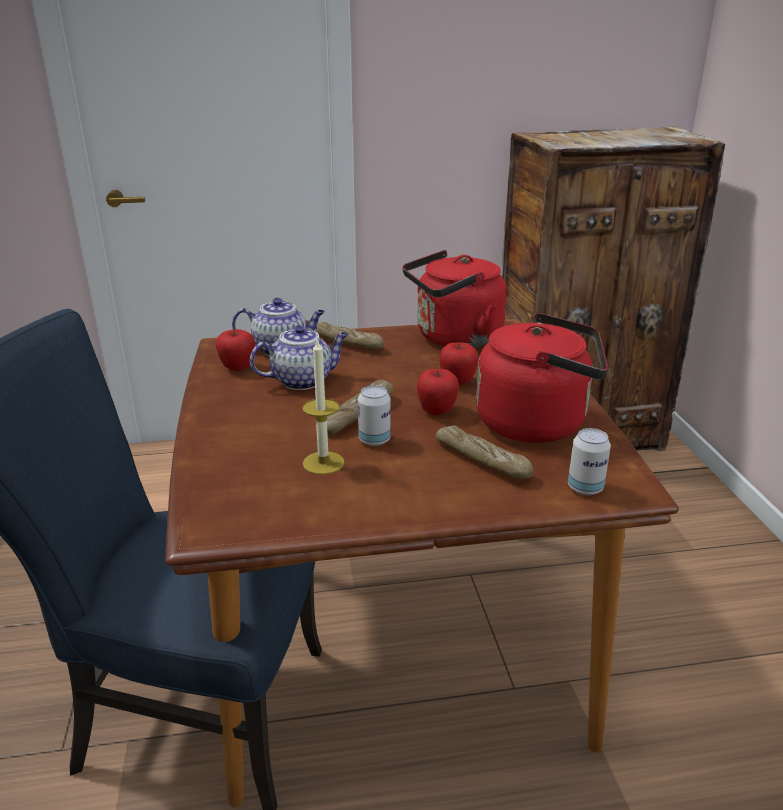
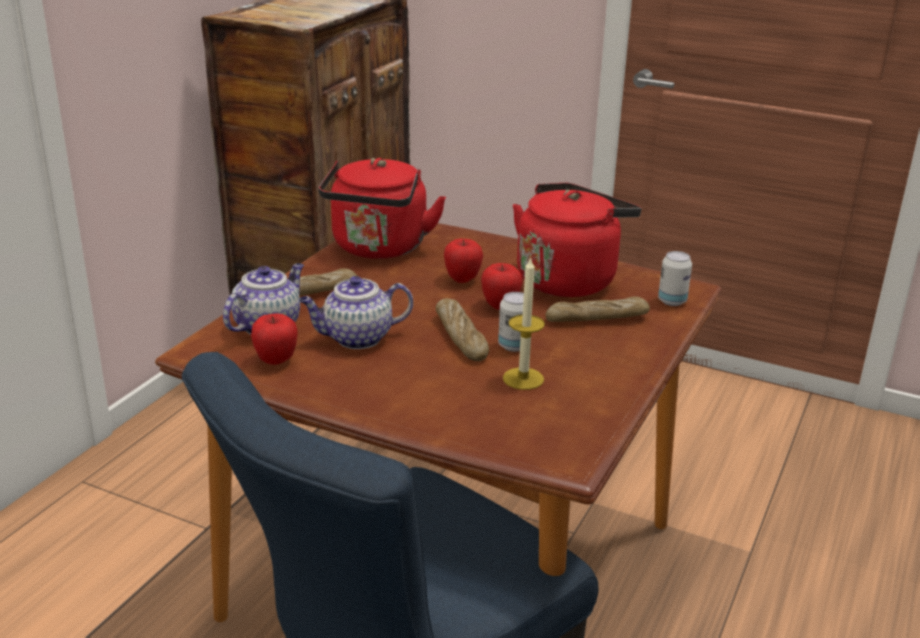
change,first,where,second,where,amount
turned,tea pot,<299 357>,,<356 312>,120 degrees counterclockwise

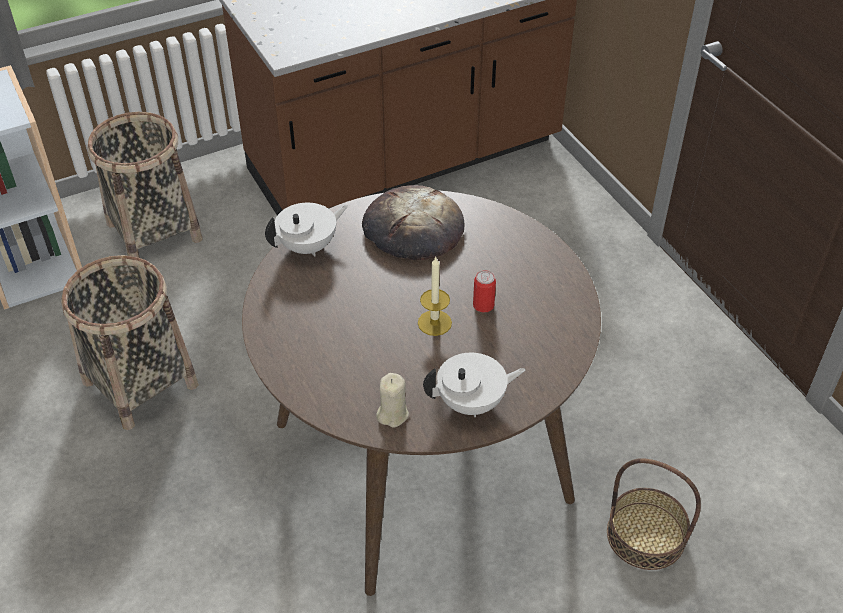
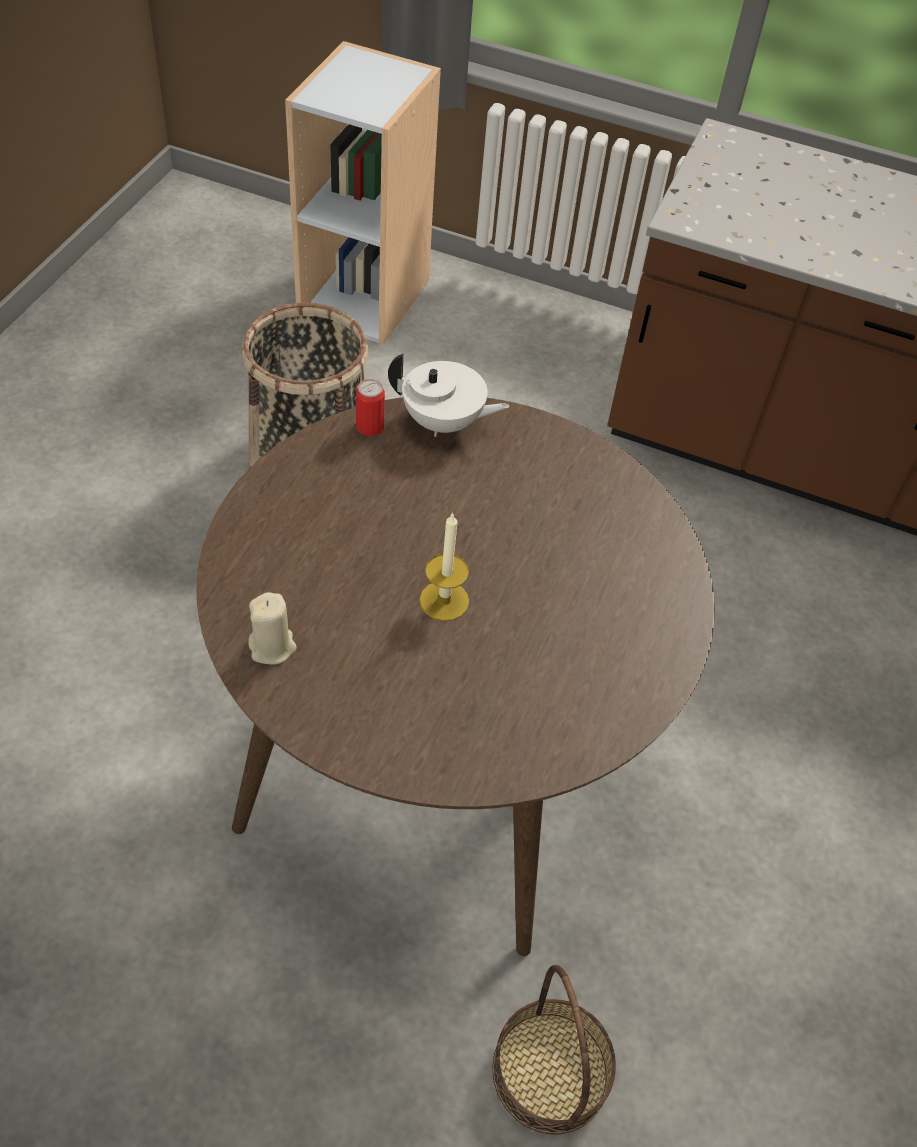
change,first,where,second,where,amount
removed,household basket,<144 185>,,,
removed,bread,<413 222>,,,
moved,can,<484 291>,,<370 407>,
removed,whitish tea pot,<474 385>,,,

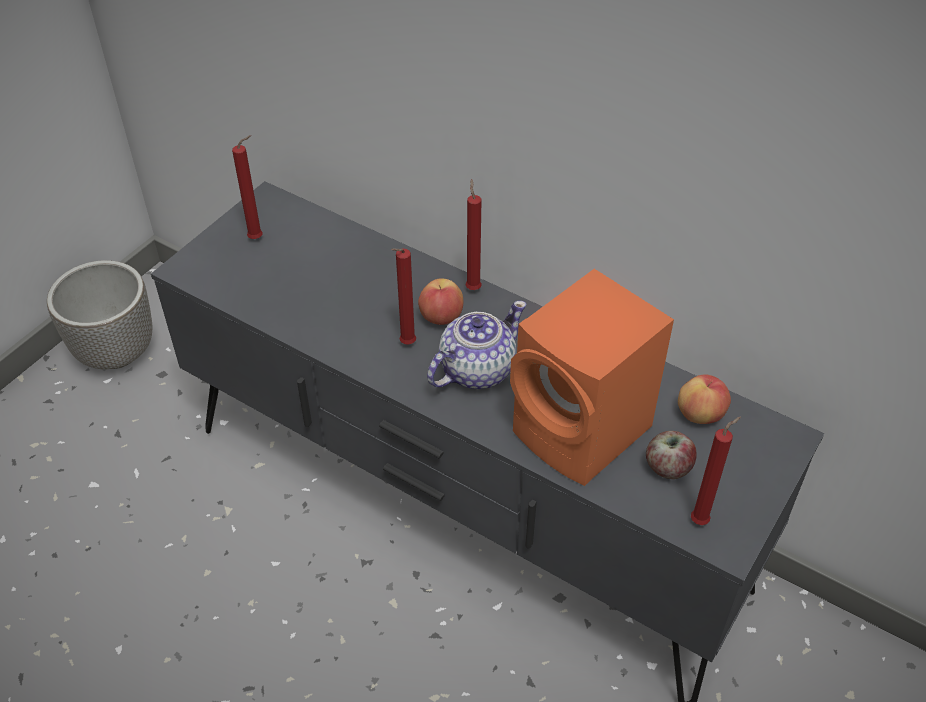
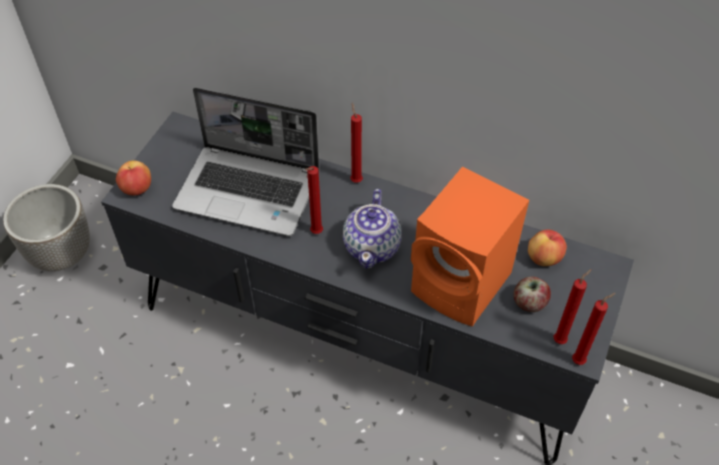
change,first,where,second,where,amount
moved,red candle,<247 187>,,<594 329>,
moved,whole apple,<440 301>,,<133 178>,
turned,tea pot,<476 345>,,<372 229>,150 degrees clockwise
added,,,notebook computer,<246 161>,

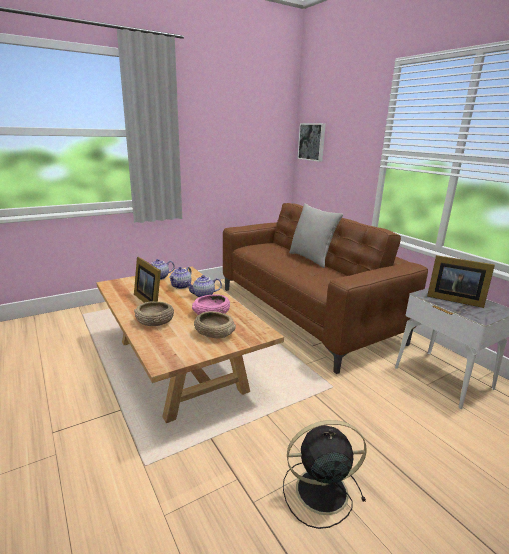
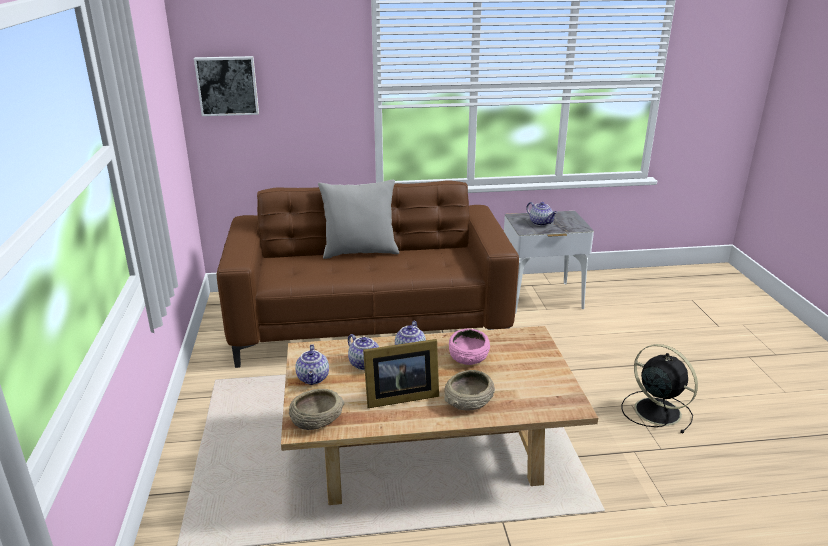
change,first,where,second,where,amount
replaced,standing frame,<461 281>,tea pot,<541 214>,
moved,beige-coloured bowl,<215 324>,,<316 409>,
turned,black-coloured cooling fan,<325 474>,,<660 388>,120 degrees clockwise

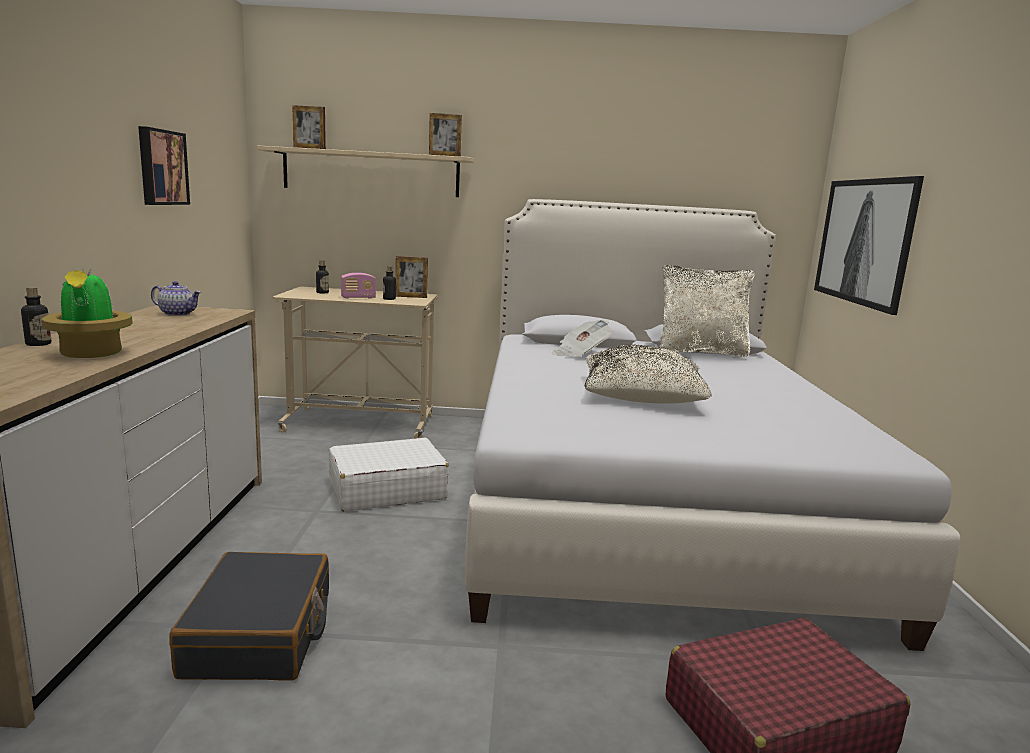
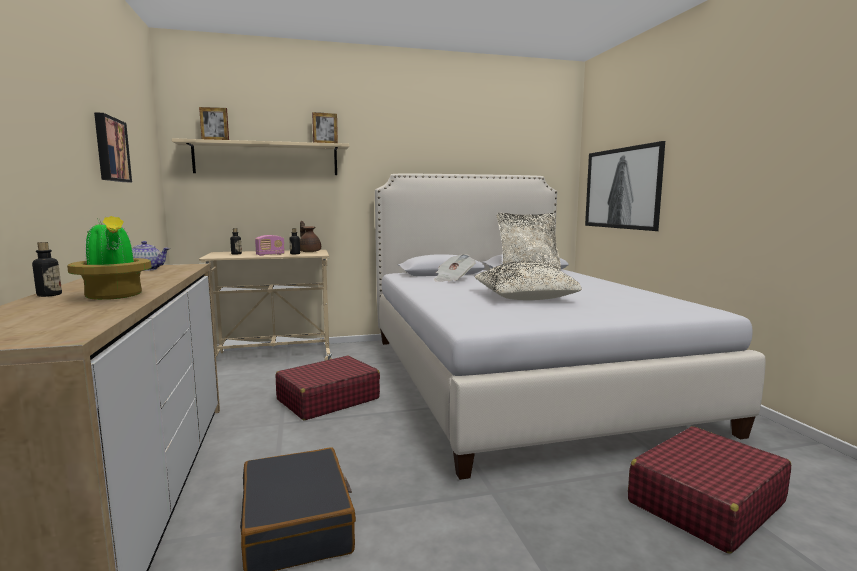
change,first,where,second,where,amount
replaced,standing frame,<412 277>,brown-coloured tea pot,<310 236>,
recoloured,whitish travel case,<389 475>,red travel case,<327 388>,

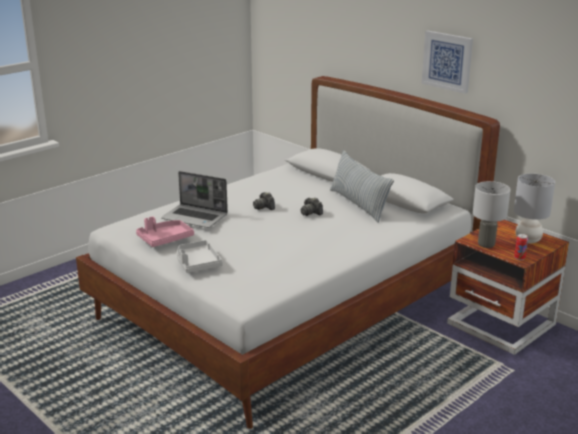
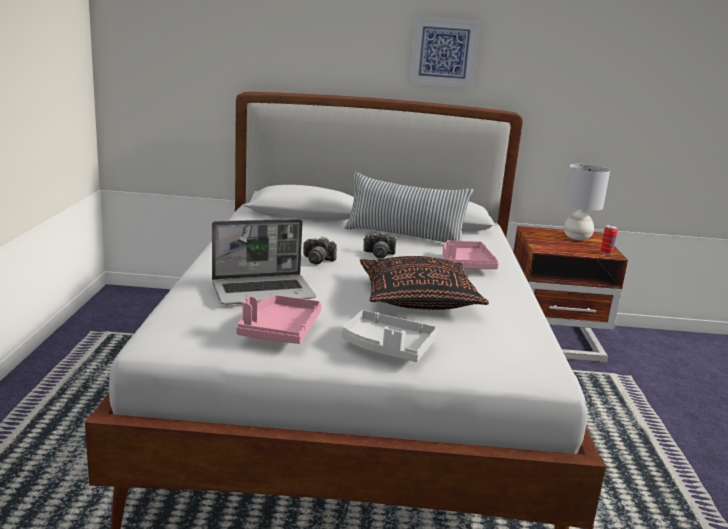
change,first,where,second,where,amount
removed,whitish lamp for a table,<492 214>,,,
added,,,pinkish serving tray,<471 254>,
added,,,black-coloured throw pillow,<424 283>,

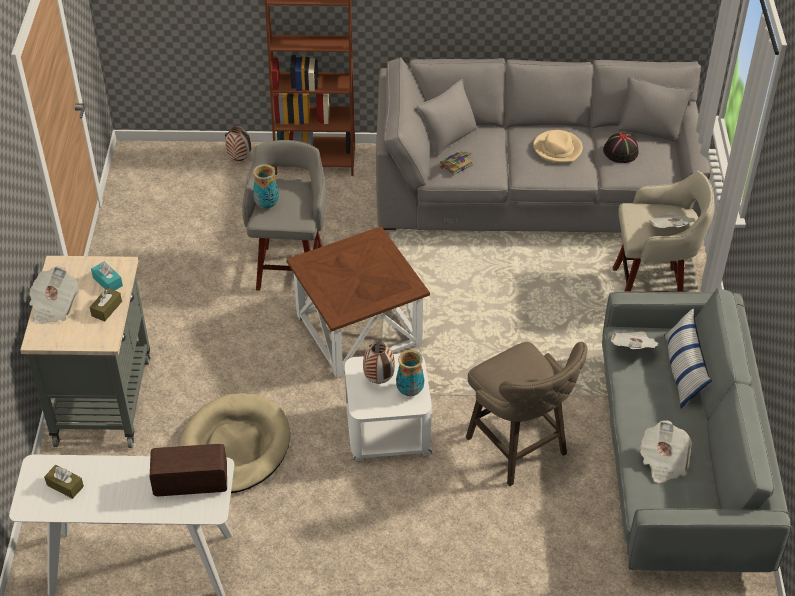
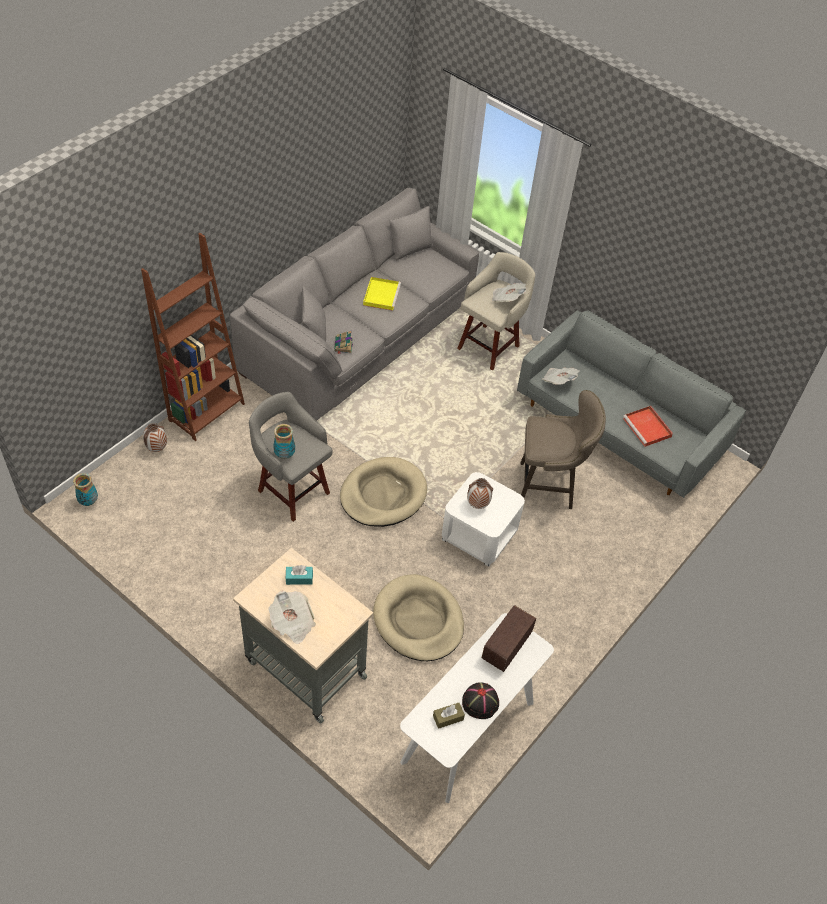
change,first,where,second,where,amount
replaced,beige-coloured hat,<558 146>,yellow-coloured serving tray,<382 294>,
moved,black-coloured hat,<621 148>,,<480 700>,
replaced,brown-coloured end table,<358 302>,beige-coloured pet bed,<383 492>,
removed,brown-coloured tissue holder,<106 304>,,,
removed,throw pillow,<688 358>,,,
moved,vase,<410 373>,,<85 489>,
replaced,printed paper,<665 451>,red serving tray,<648 426>,

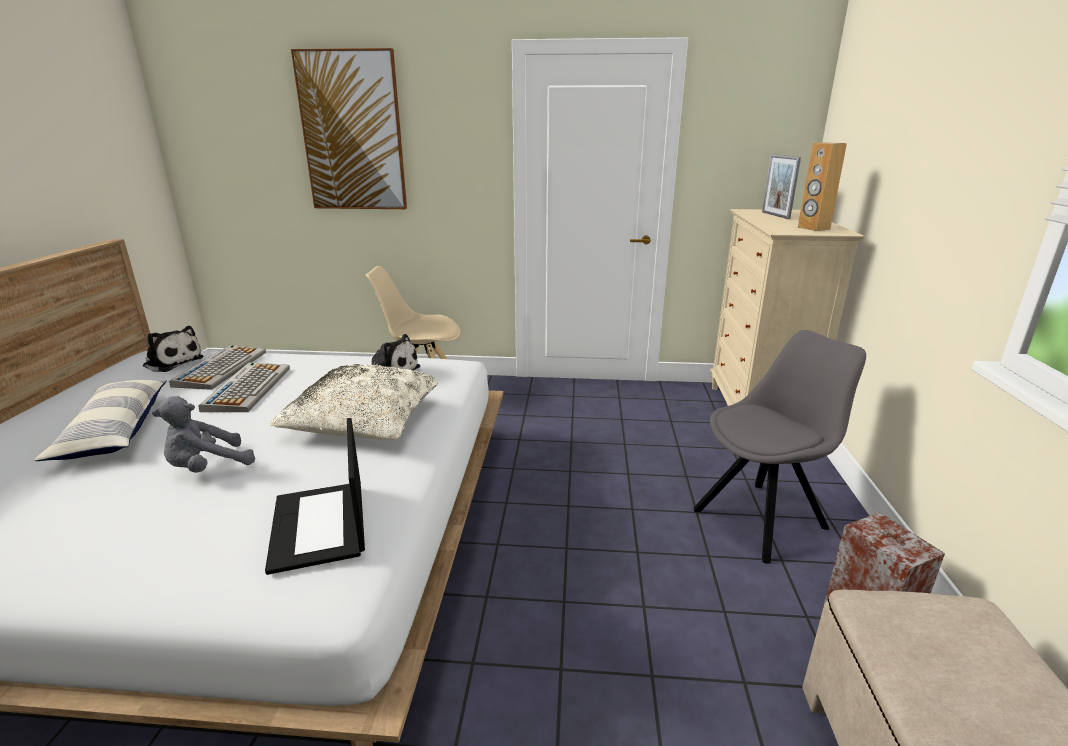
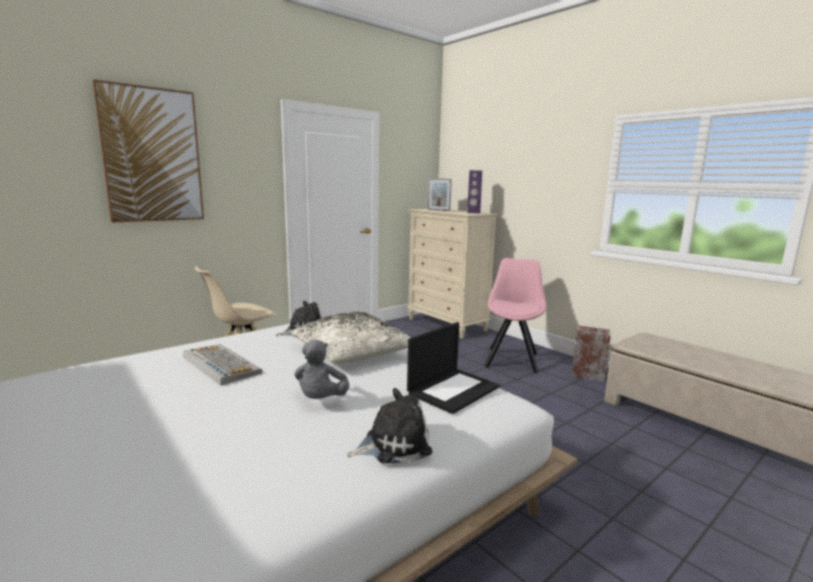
change,first,where,second,where,amount
recoloured,brown-coloured speaker,<822 186>,purplish speaker,<474 192>,
moved,cuddly toy,<173 349>,,<389 425>,
recoloured,grey chair,<780 447>,pinkish chair,<515 315>,
removed,keyboard,<217 367>,,,
removed,throw pillow,<100 420>,,,
turned,notebook computer,<315 496>,,<453 368>,75 degrees counterclockwise

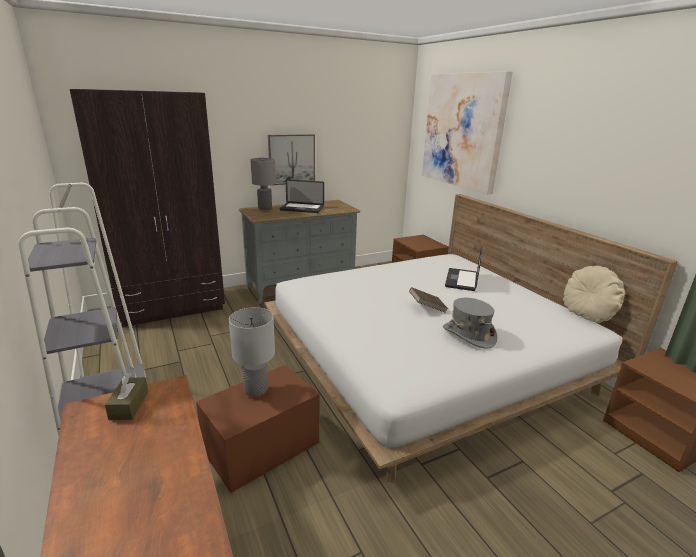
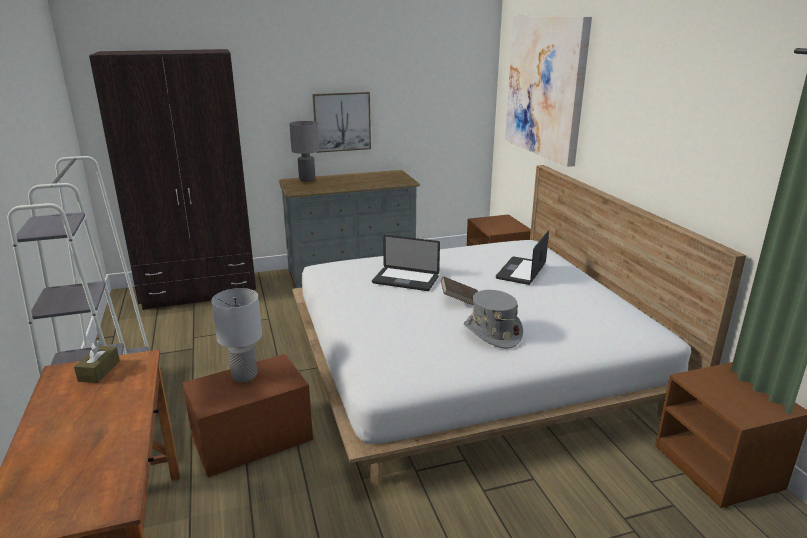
change,first,where,second,where,amount
moved,notebook computer,<302 196>,,<406 263>,
removed,beige-coloured throw pillow,<594 294>,,,

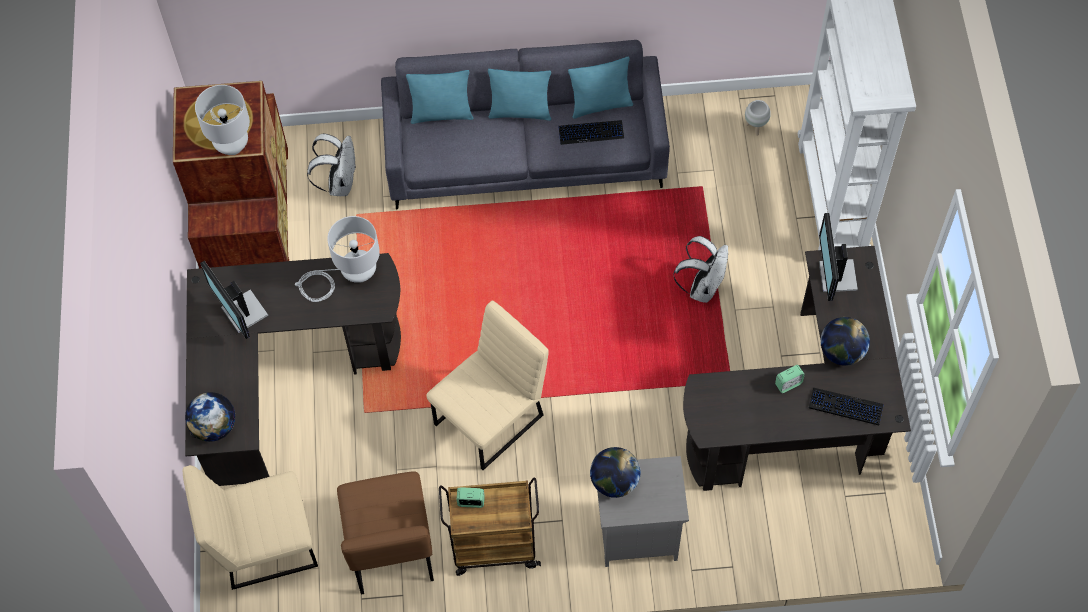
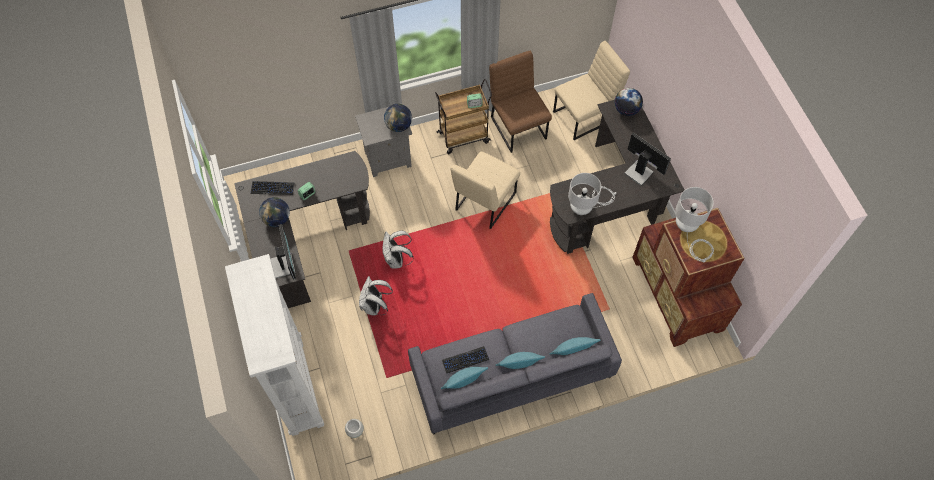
change,first,where,second,where,amount
moved,whitish knapsack,<332 165>,,<398 249>,

